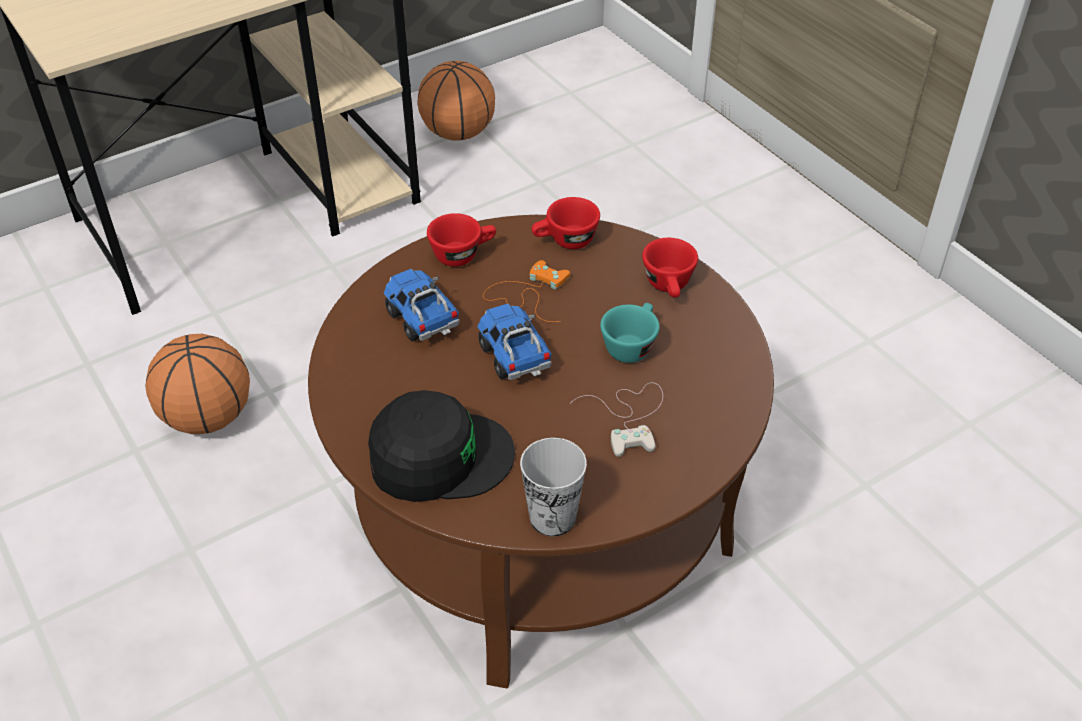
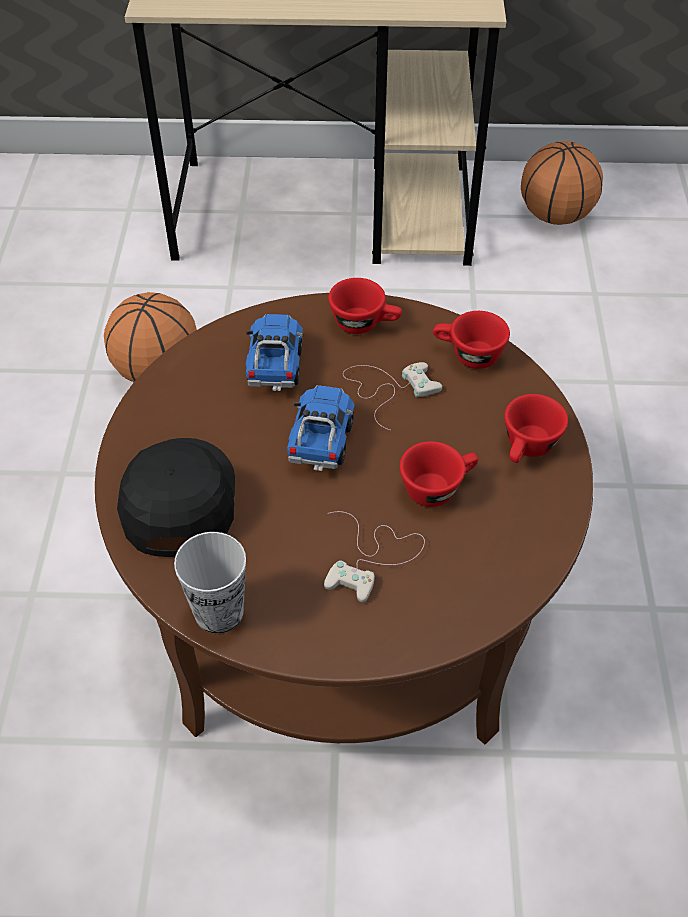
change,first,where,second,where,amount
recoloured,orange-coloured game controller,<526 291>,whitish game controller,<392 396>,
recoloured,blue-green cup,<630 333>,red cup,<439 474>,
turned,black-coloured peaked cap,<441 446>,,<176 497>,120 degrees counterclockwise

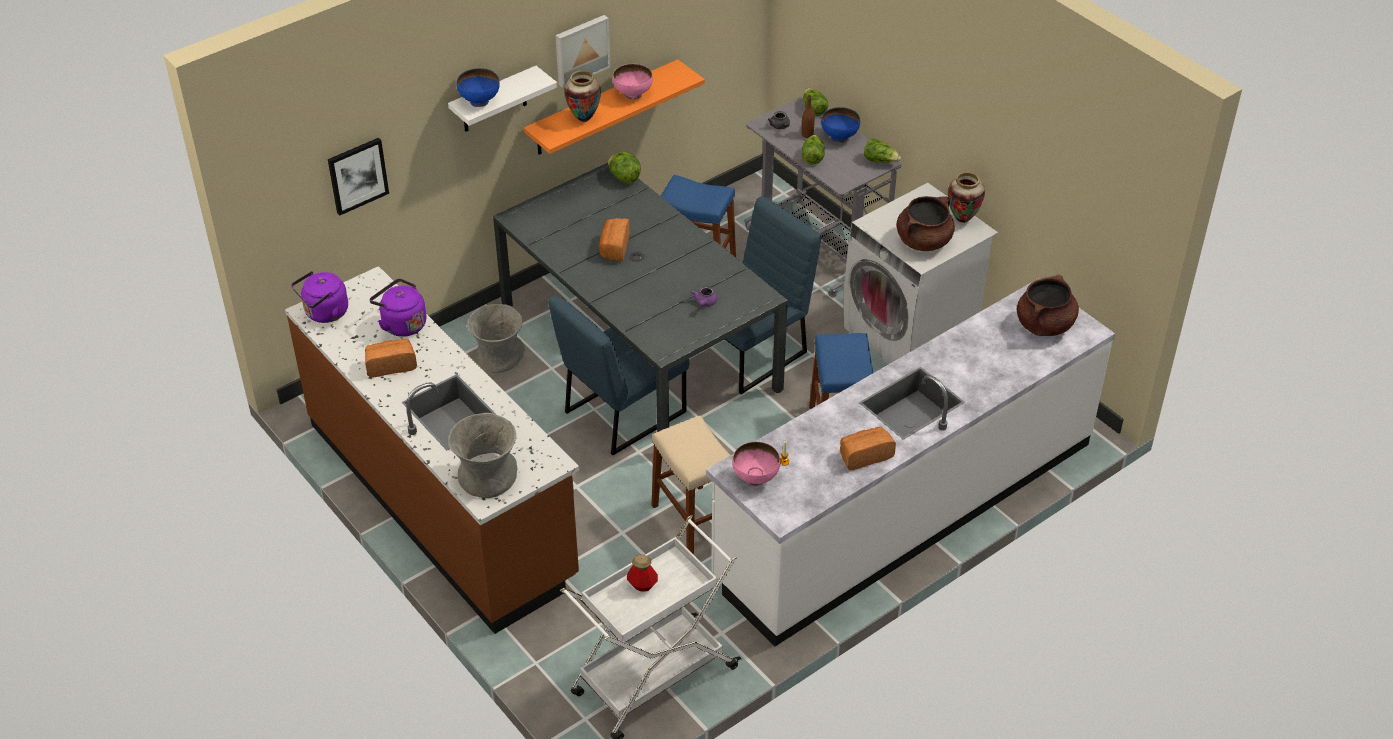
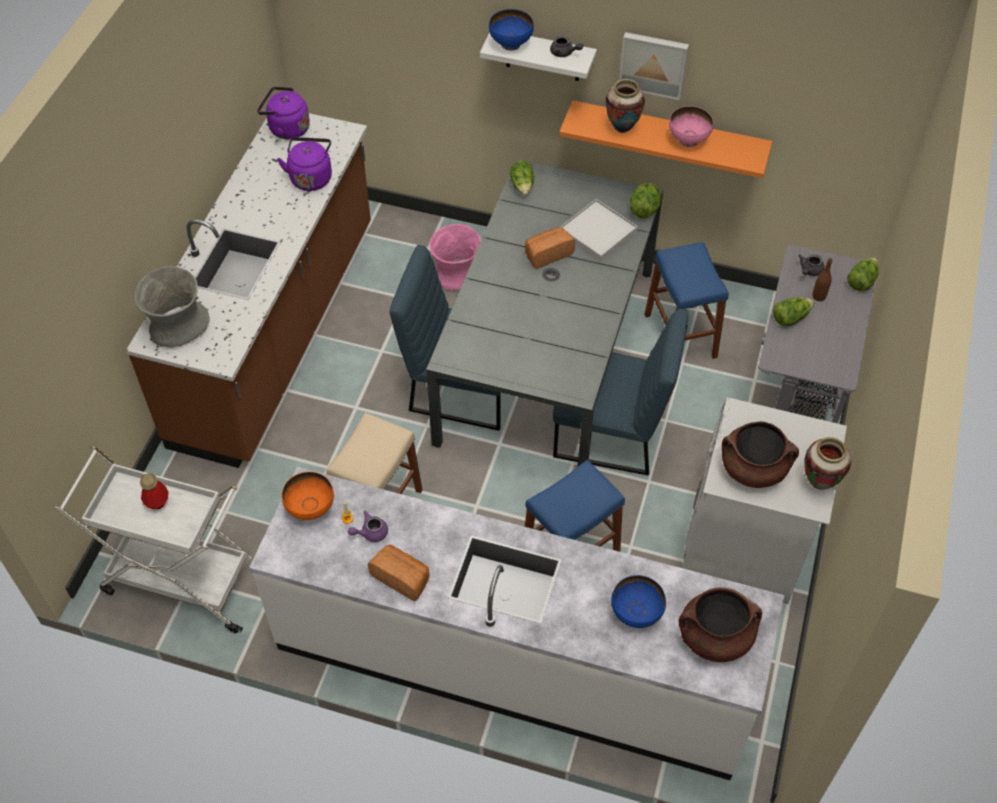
change,first,where,second,where,amount
moved,blue bowl,<840 125>,,<638 601>,
removed,wall art,<358 177>,,,
moved,lettuce head,<882 150>,,<522 177>,
moved,purplish tea pot,<703 296>,,<368 526>,
recoloured,grey vase,<496 338>,pinkish vase,<455 257>,
removed,bread,<391 358>,,,
recoloured,pinkish bowl,<756 464>,orange-coloured bowl,<308 496>,
added,,,grey tea pot,<566 46>,
added,,,whitish serving tray,<599 230>,

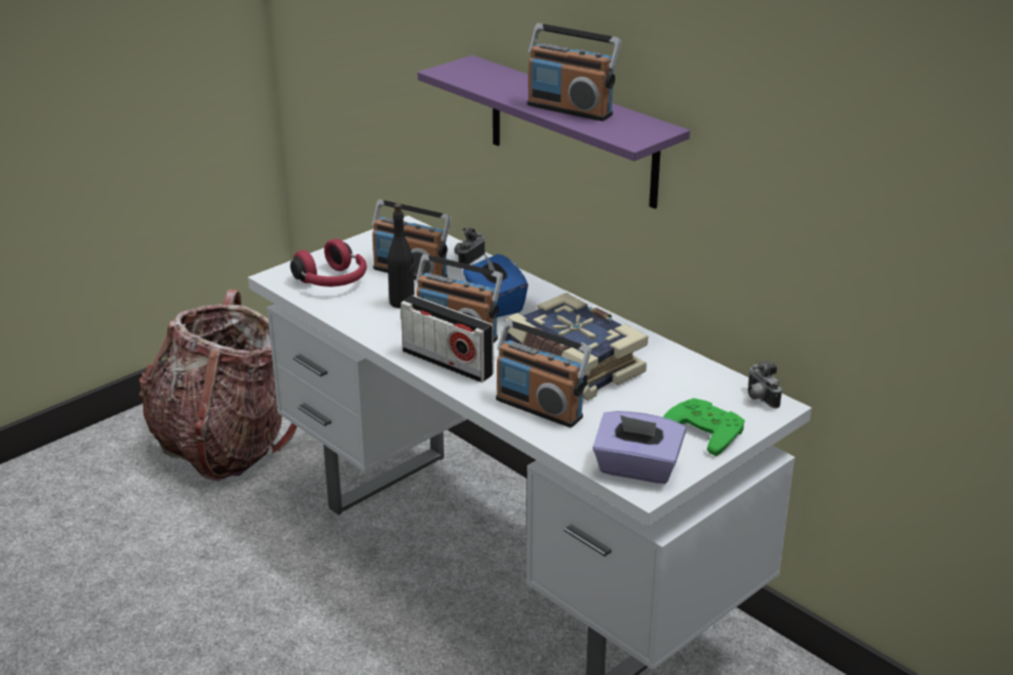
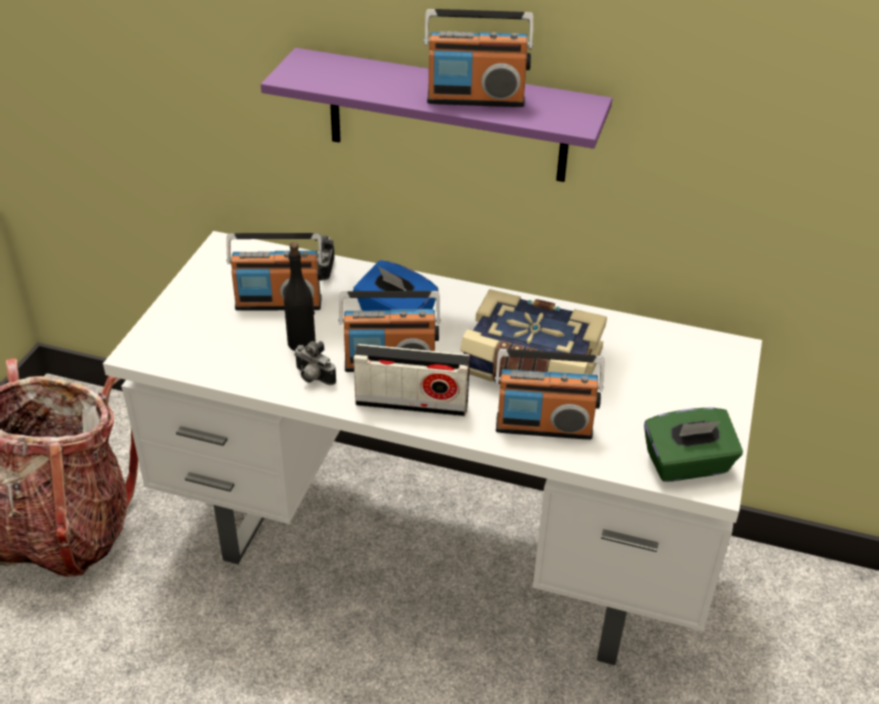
change,first,where,second,where,amount
removed,red headphones,<328 263>,,,
moved,photo camera,<765 384>,,<315 363>,
removed,green game controller,<704 427>,,,
recoloured,purplish tissue holder,<639 447>,green tissue holder,<693 445>,

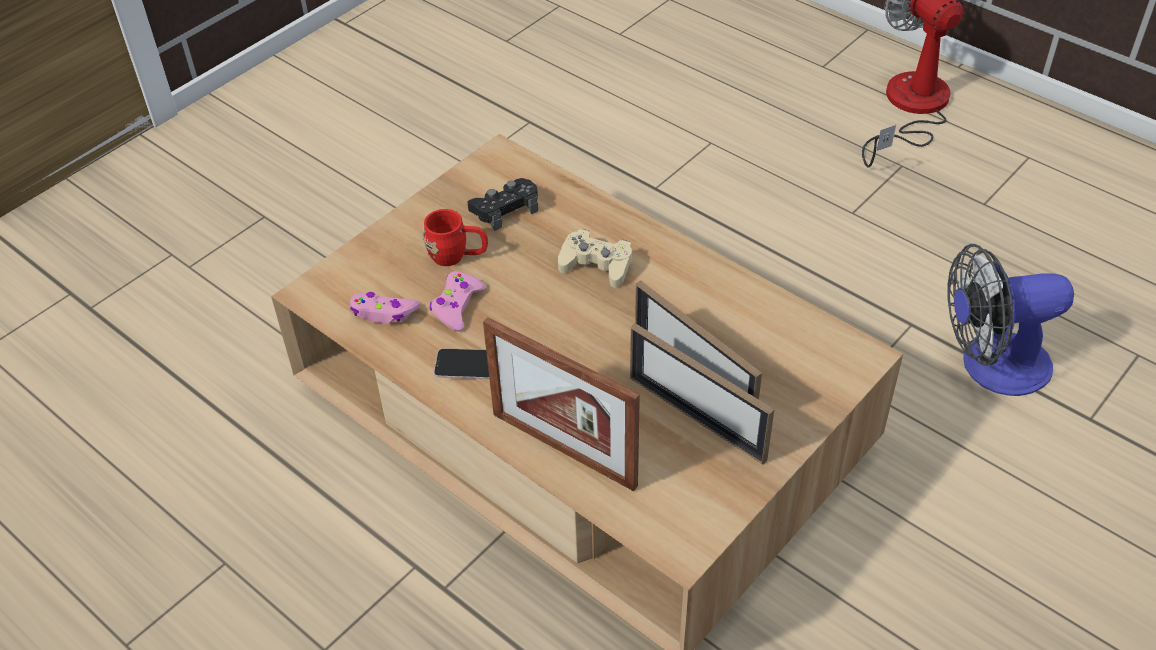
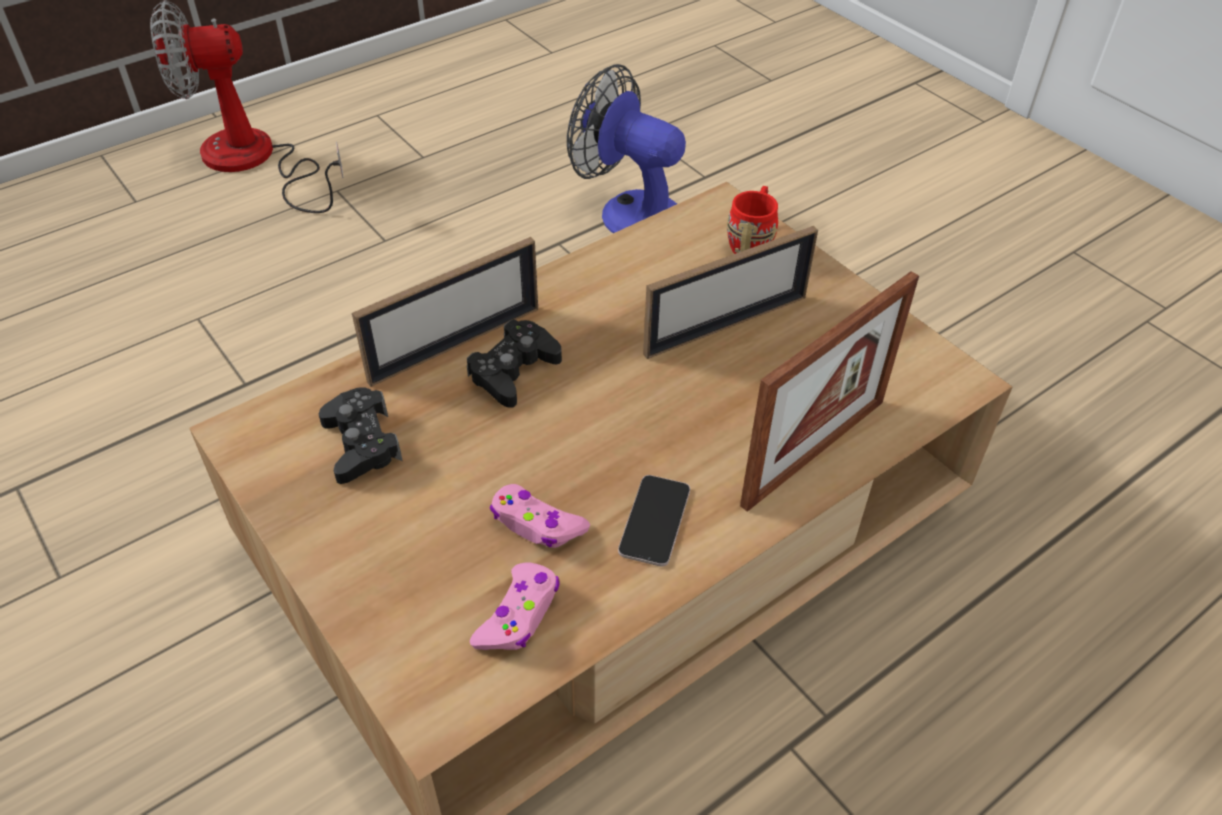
change,first,where,second,where,amount
moved,red tea mug,<455 237>,,<752 220>,
recoloured,beige-coloured game controller,<595 258>,black-coloured game controller,<514 363>,
turned,cooling fan,<1010 320>,,<626 148>,120 degrees clockwise
moved,standing frame,<702 393>,,<445 312>,

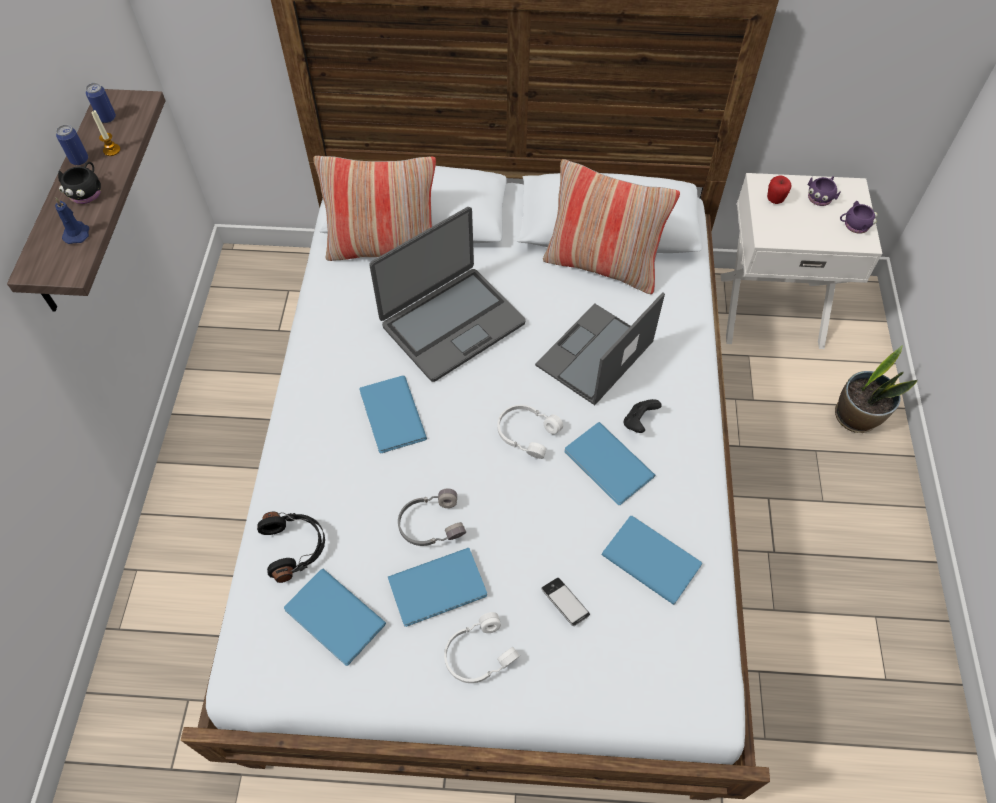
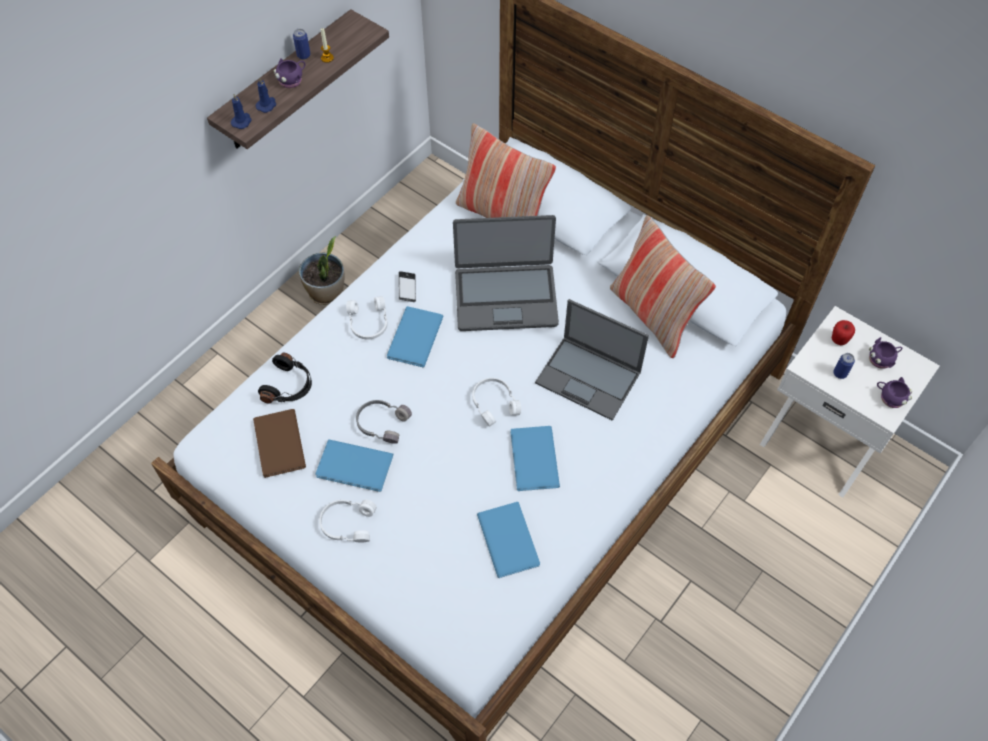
change,first,where,second,where,amount
moved,can,<101 103>,,<844 366>,
recoloured,black-coloured tea mug,<79 183>,purplish tea mug,<289 73>,
turned,notebook computer,<600 348>,,<592 360>,135 degrees counterclockwise
moved,houseplant,<876 389>,,<322 270>,
removed,black-coloured game controller,<642 416>,,,
recoloured,blue volume,<335 617>,brown-coloured volume,<279 443>,
moved,telephone,<565 602>,,<407 286>,
added,,,blue candle,<241 111>,
added,,,whitish headphones,<367 318>,

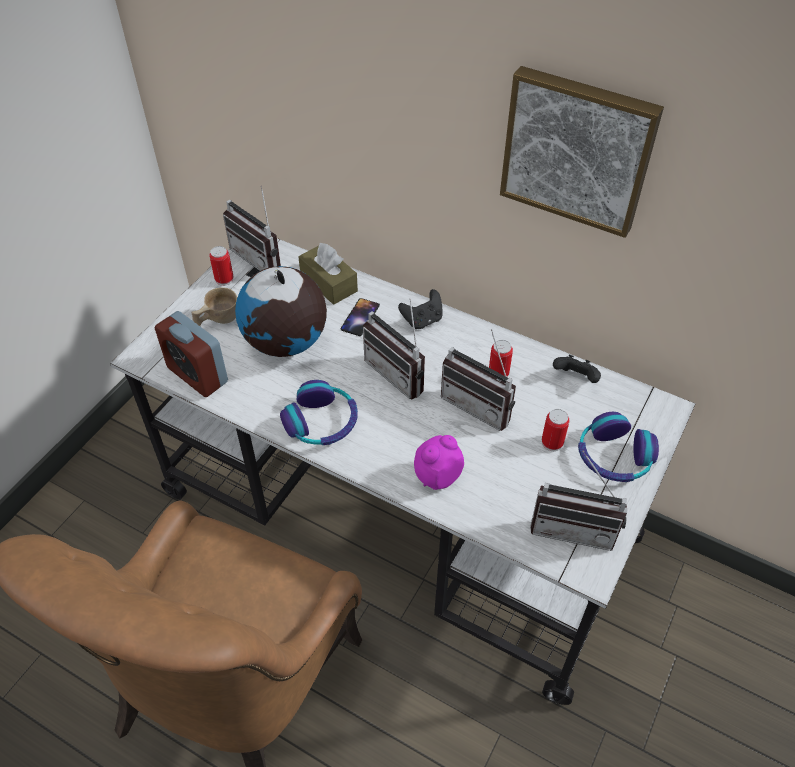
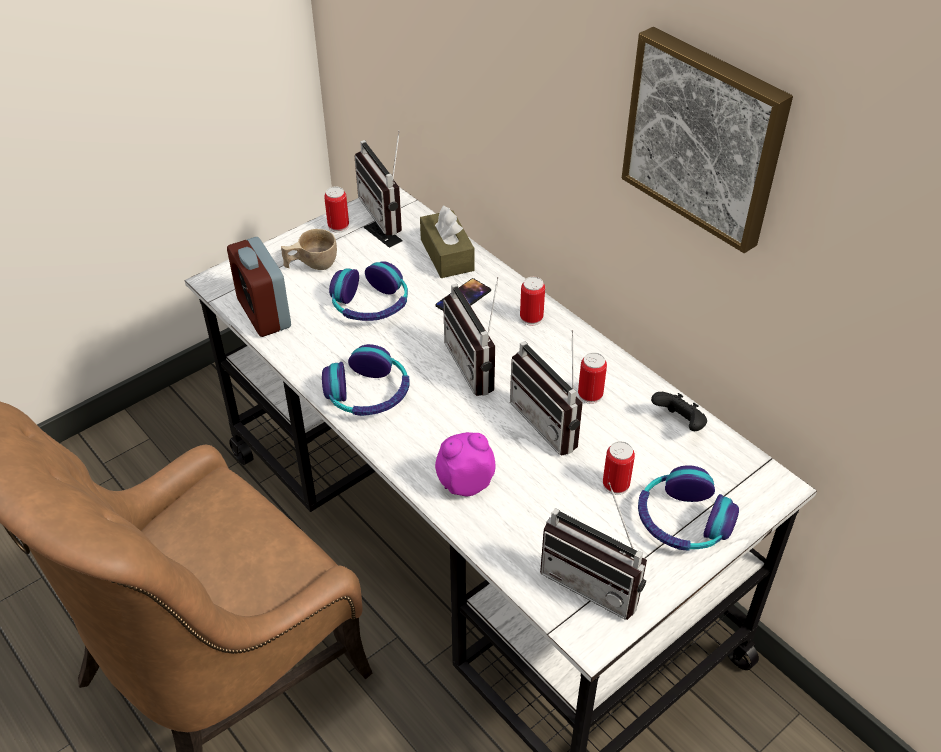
change,first,where,second,where,amount
replaced,world globe,<281 311>,headphones,<368 291>,
replaced,black-coloured game controller,<420 309>,can,<532 301>,

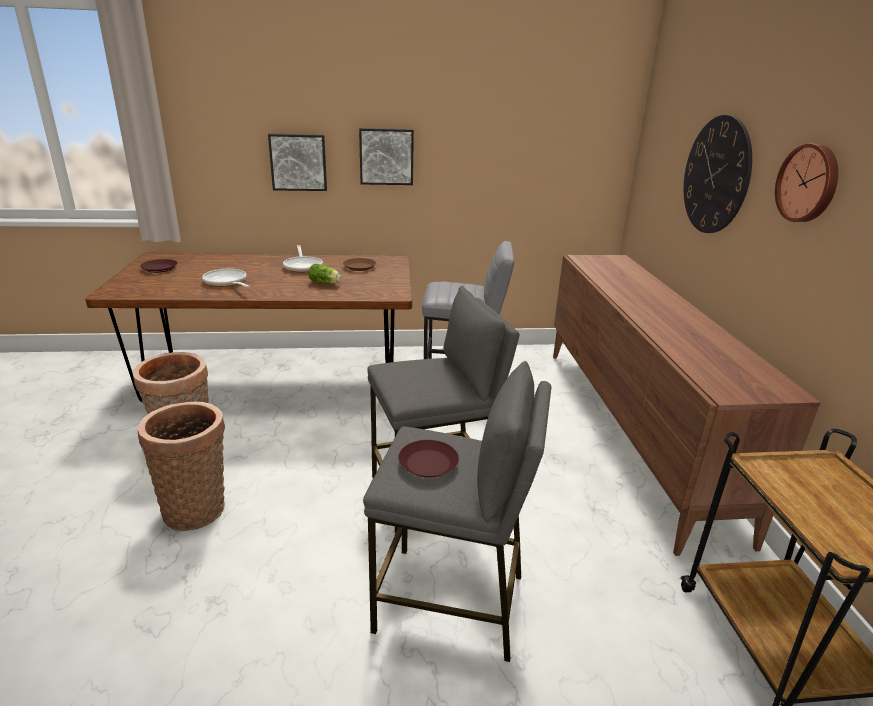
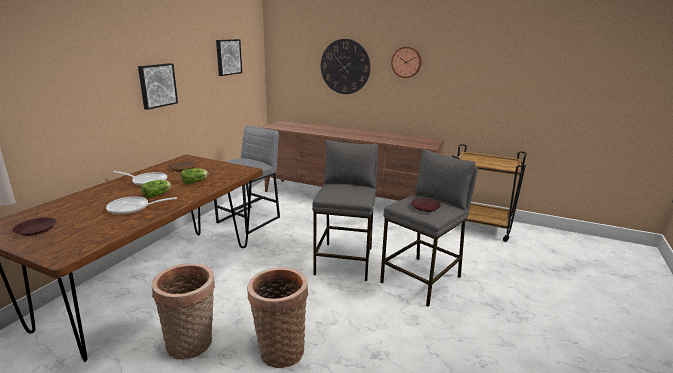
change,first,where,second,where,amount
moved,wall art,<297 162>,,<229 57>,
added,,,lettuce head,<156 189>,

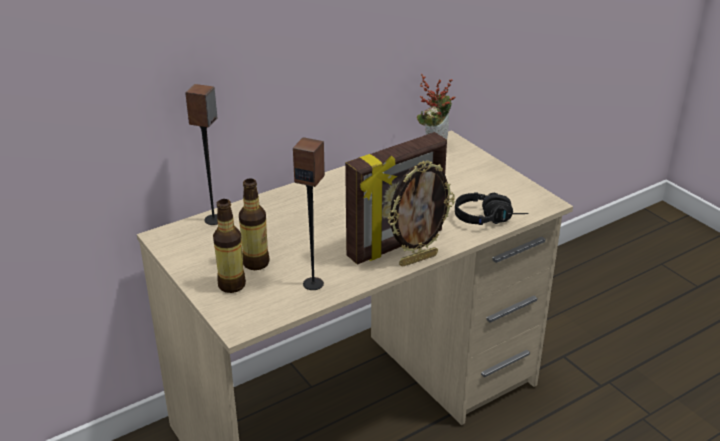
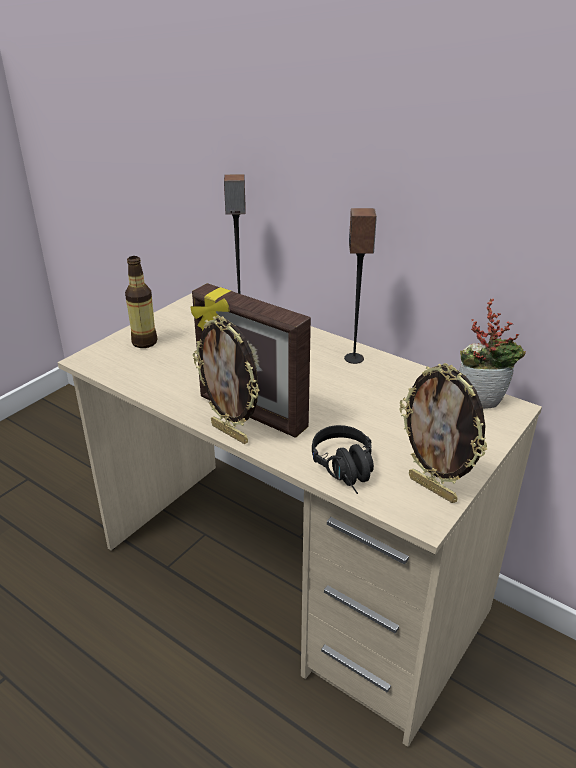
change,first,where,second,where,amount
moved,speaker,<309 213>,,<360 286>,
removed,beverage bottle,<254 224>,,,
added,,,standing frame,<443 433>,

